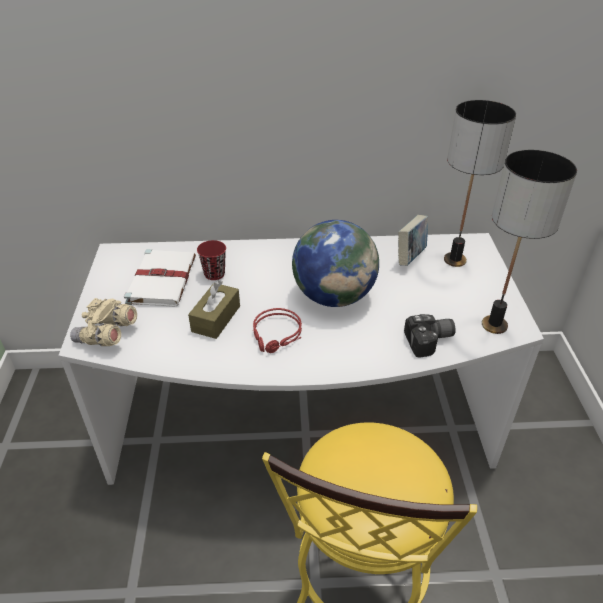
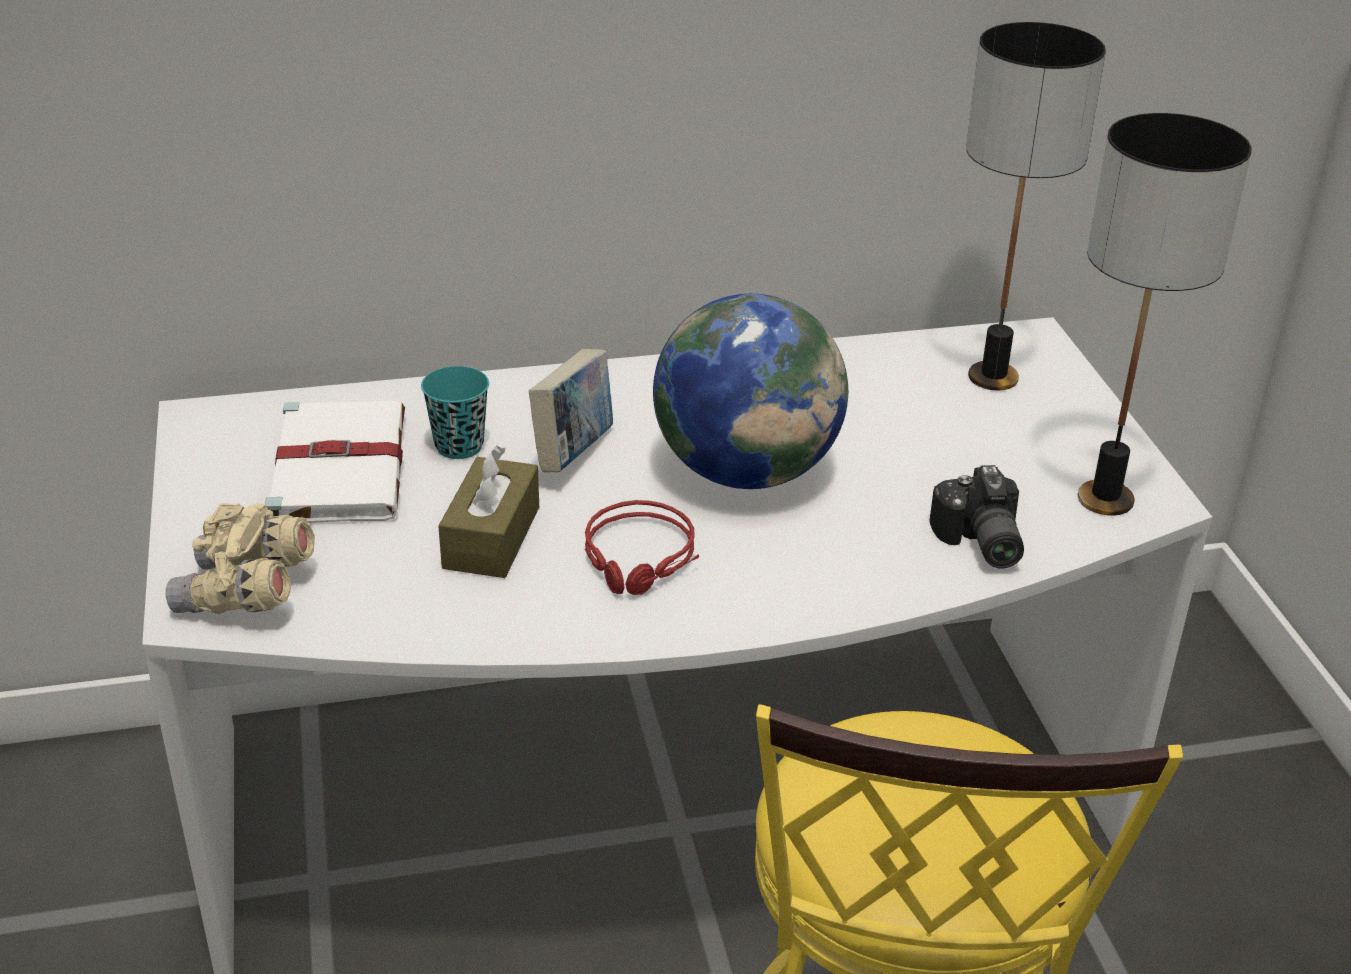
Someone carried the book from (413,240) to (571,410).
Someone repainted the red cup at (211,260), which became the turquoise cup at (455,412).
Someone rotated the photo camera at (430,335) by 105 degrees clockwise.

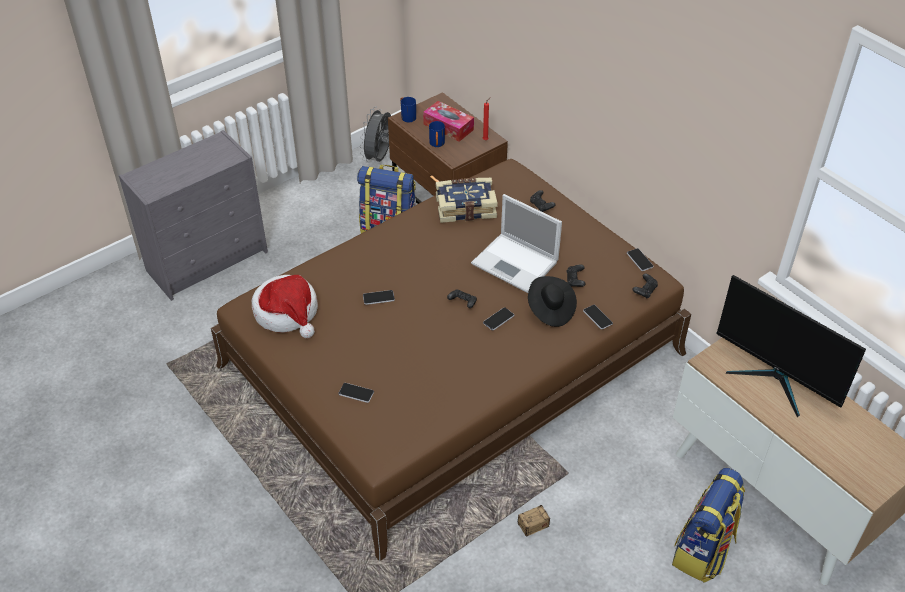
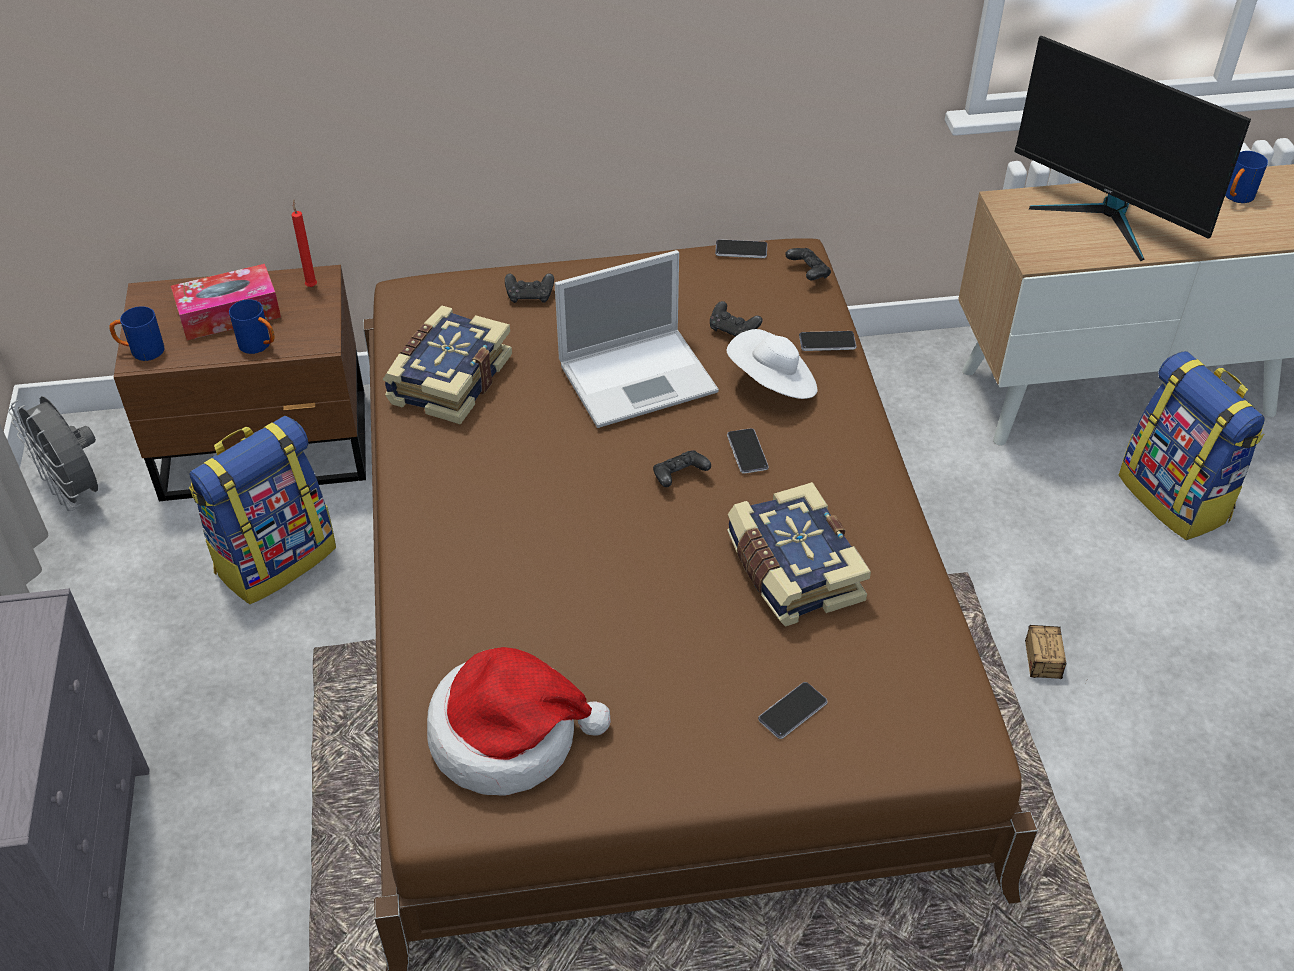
Someone rotated the monitor at (791,346) by 60 degrees clockwise.
Someone repainted the black hat at (552,301), which became the white hat at (772,364).
Someone took away the phone at (379,297).
Someone put down the blue mug at (1246,177).
Someone put down the book at (799,554).

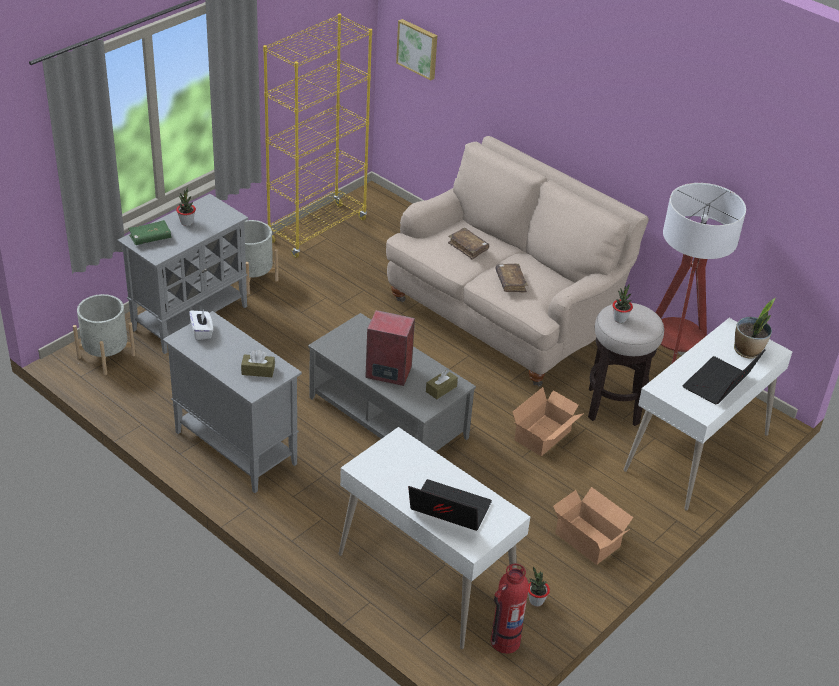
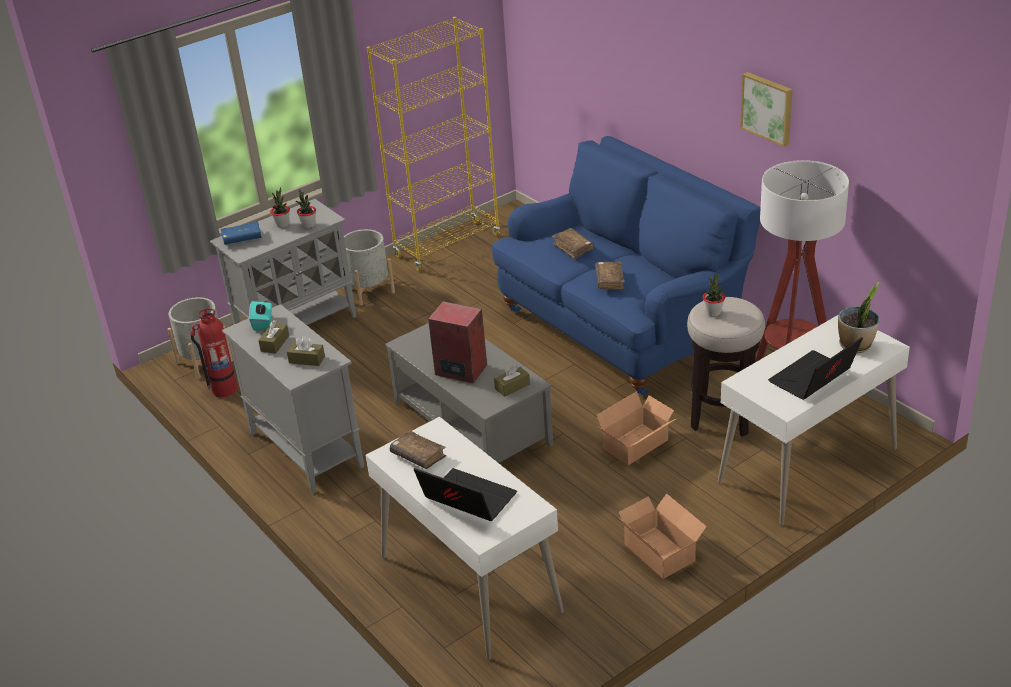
Someone carried the picture from (416,50) to (766,109).
Someone repainted the beige sofa at (517,261), which became the blue sofa at (626,265).
Someone repainted the green book at (149,232), which became the blue book at (241,233).
Someone repainted the white tissue box at (201,324), which became the turquoise tissue box at (260,316).
Someone carried the fire extinguisher from (510,609) to (214,352).
Someone carried the potted plant from (539,587) to (306,208).
Someone put down the brown tissue box at (273,337).
Someone put down the brown book at (418,449).

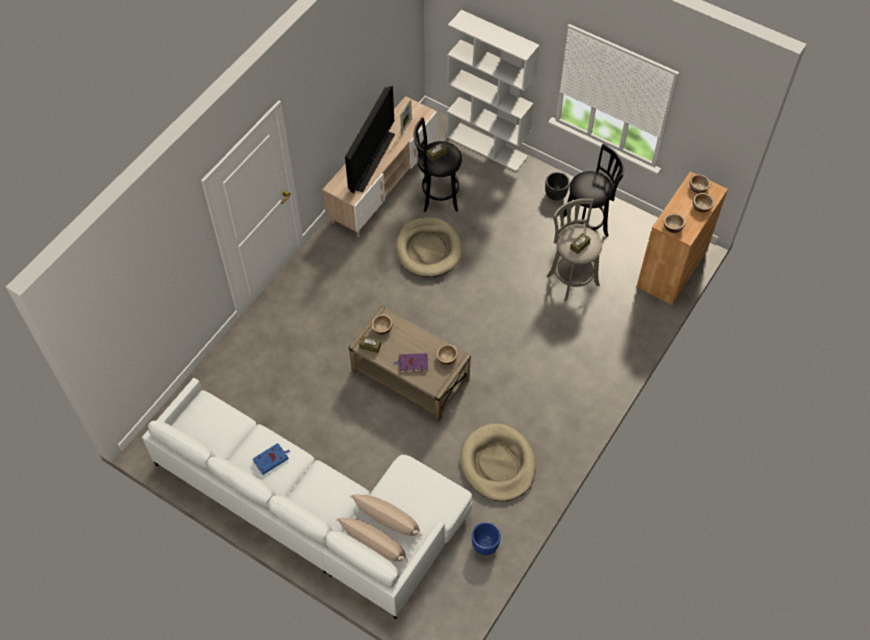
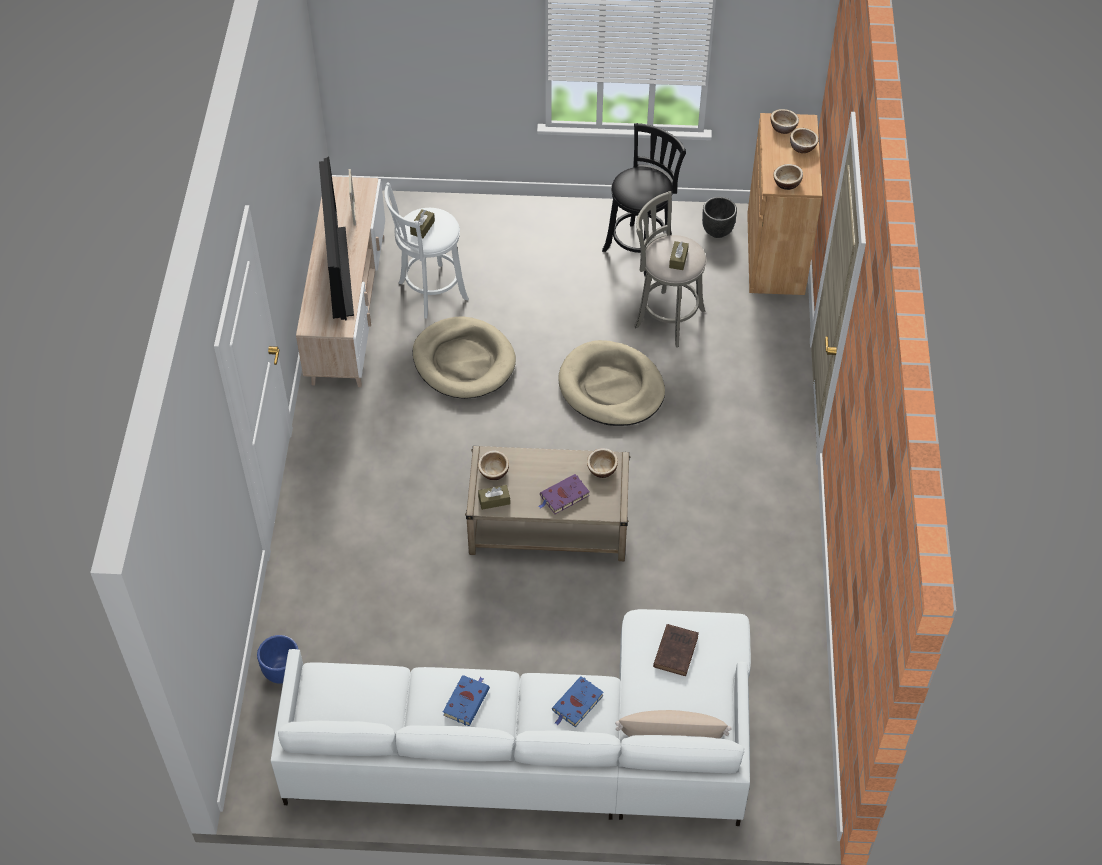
Someone took away the white bookcase at (493,91).
Someone repainted the black stool at (438,164), which became the white stool at (427,250).
Someone carried the black planter from (557,186) to (719,217).
Someone carried the beige dog bed from (498,462) to (611,383).
Someone took away the beige pillow at (386,515).
Someone carried the blue planter from (486,538) to (278,659).
Someone put down the brown book at (676,650).
Someone put down the blue book at (578,701).

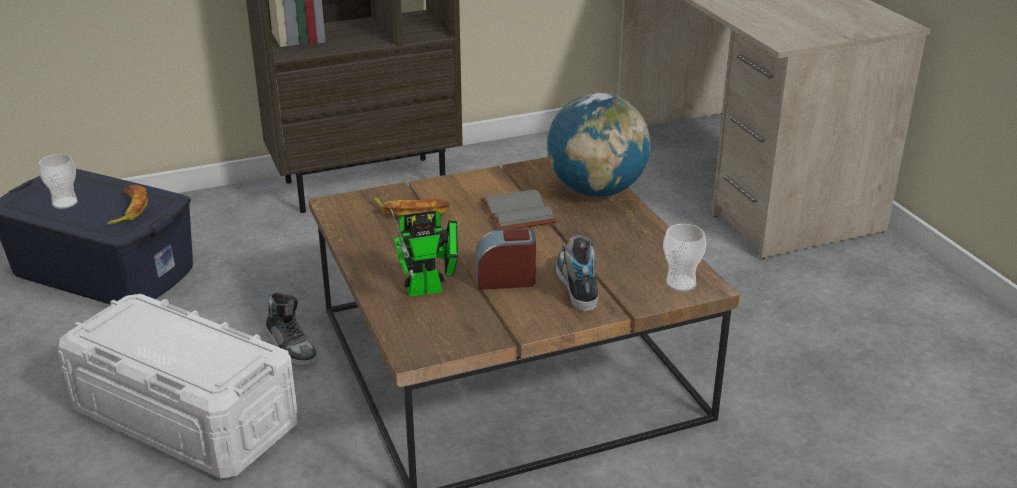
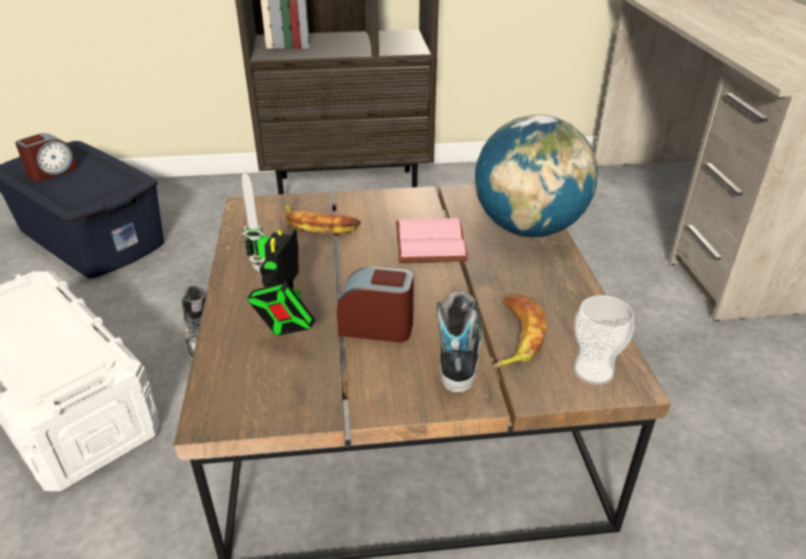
Someone swapped the cup at (58,181) for the alarm clock at (46,157).
Someone carried the banana from (127,205) to (520,331).
Someone repainted the grey book at (519,209), which became the pink book at (432,240).
Someone rotated the toy robot at (424,253) by 105 degrees clockwise.

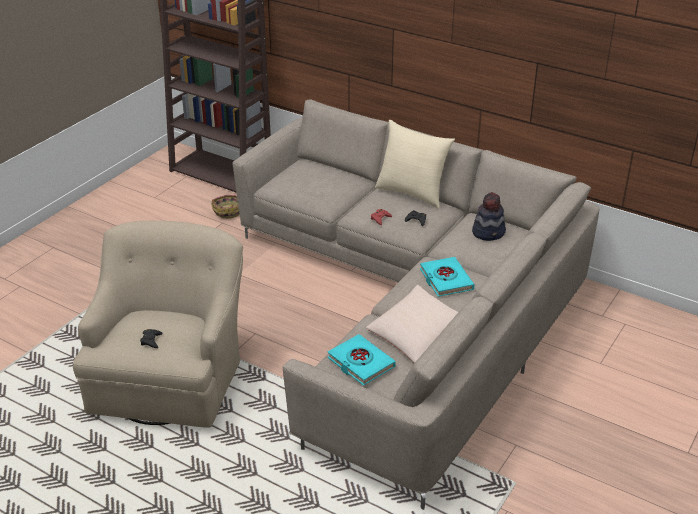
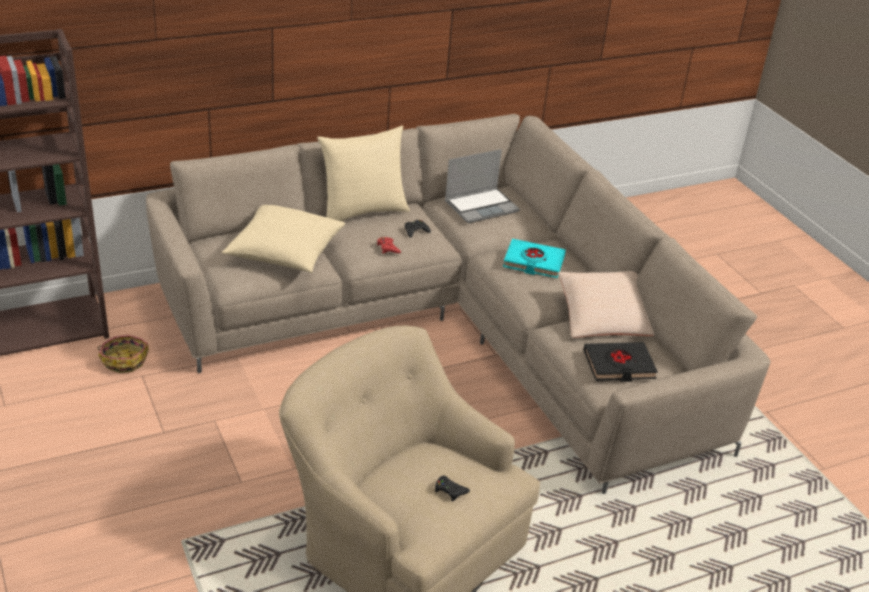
Someone swapped the hat at (489,216) for the laptop at (482,186).
Someone repainted the turquoise book at (362,360), which became the black book at (621,362).
Someone put down the beige pillow at (283,239).

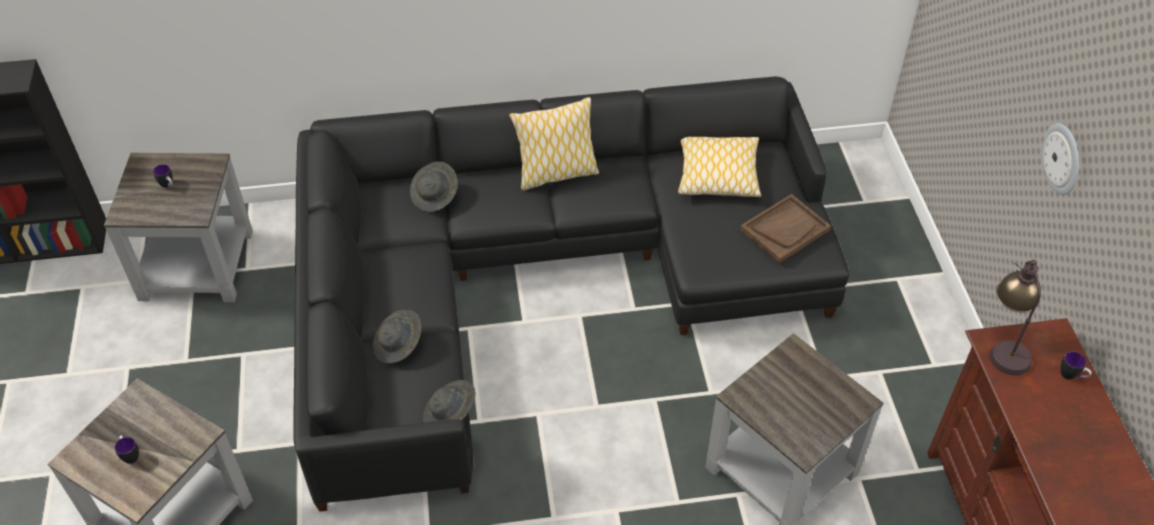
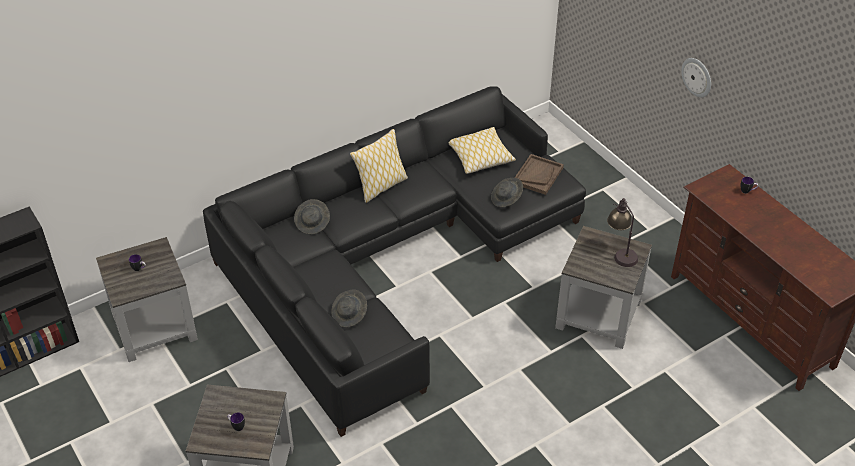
Someone carried the table lamp from (1015,318) to (622,232).
Someone carried the grey hat from (449,401) to (507,192).

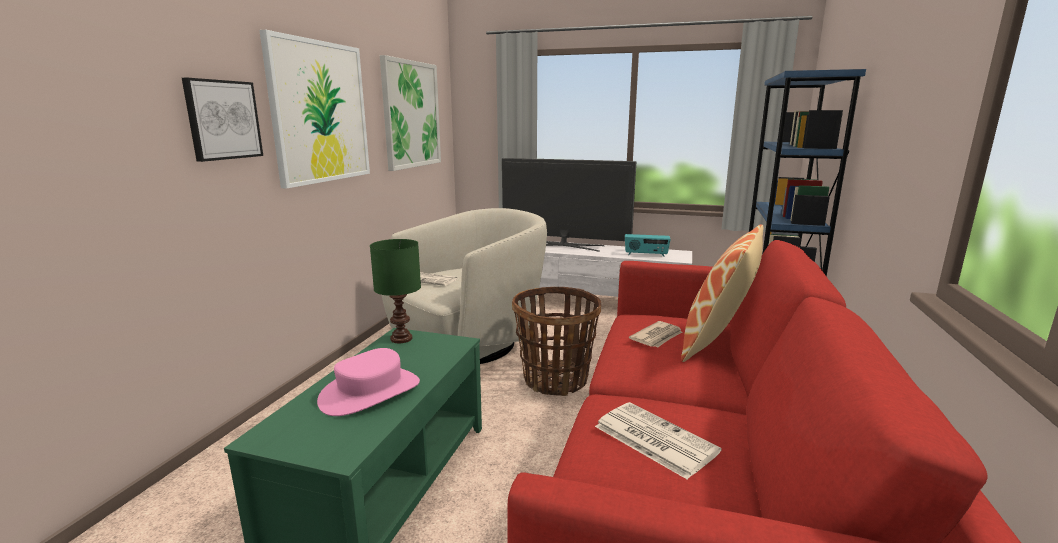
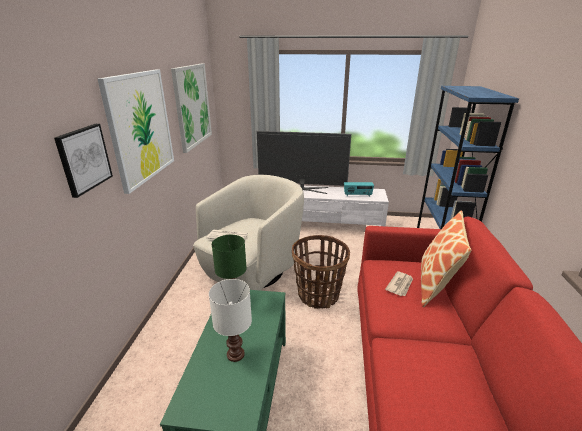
Someone swapped the pink hat at (368,382) for the white table lamp at (230,320).
Someone took away the newspaper at (658,440).

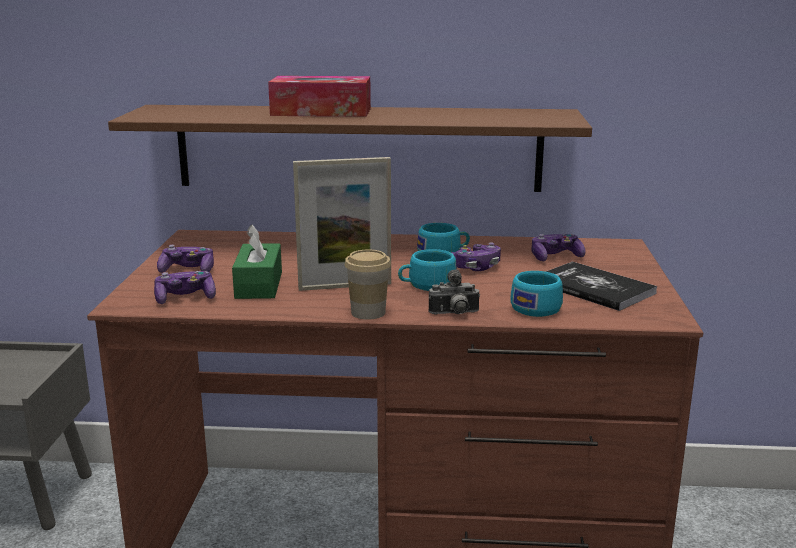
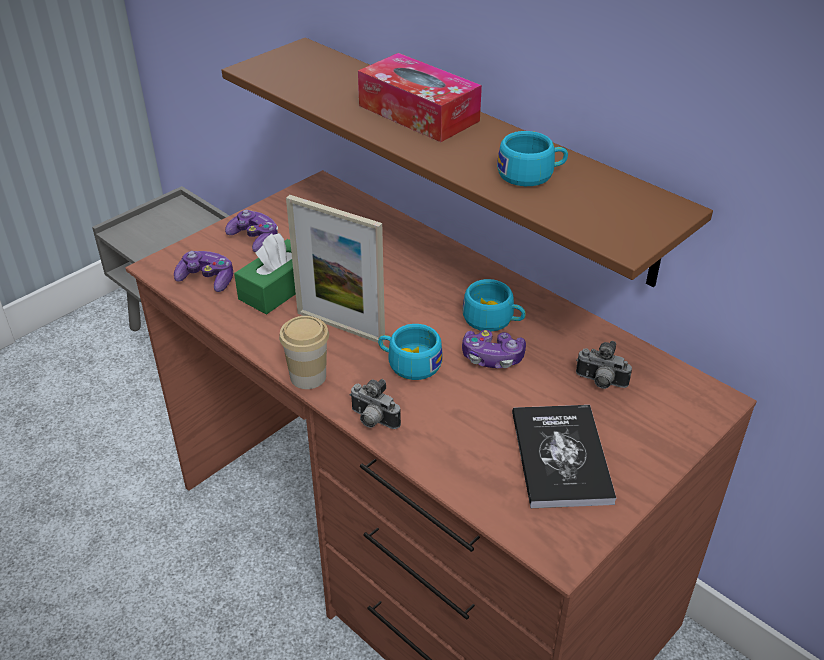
Someone swapped the game controller at (559,247) for the photo camera at (604,365).
Someone carried the turquoise cup from (536,294) to (532,158).

